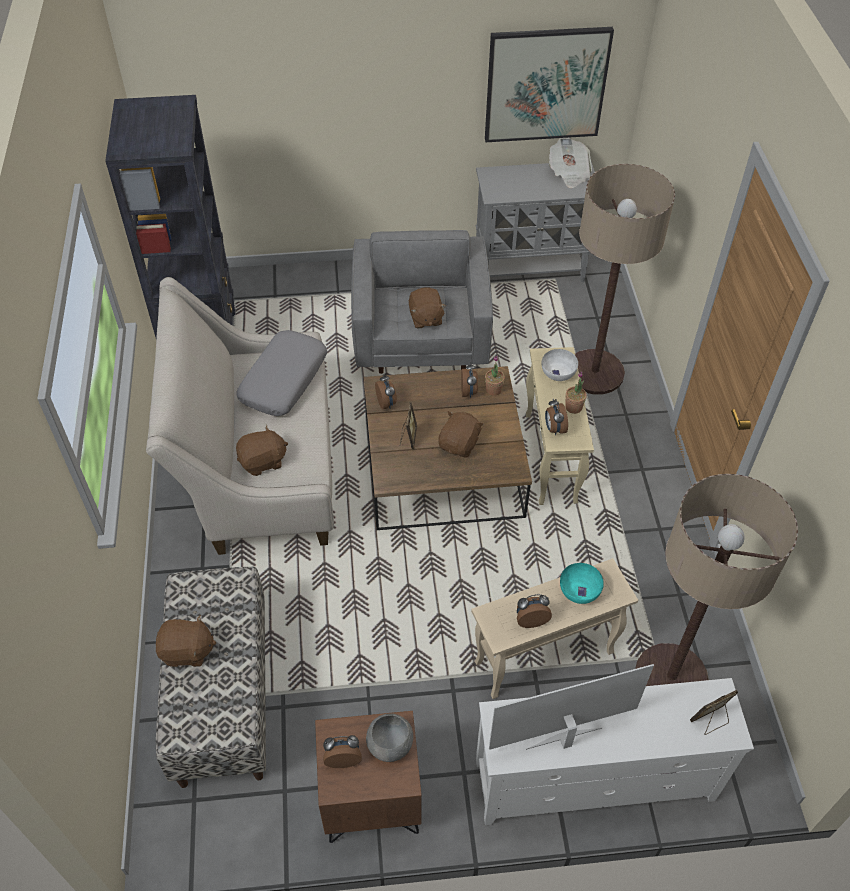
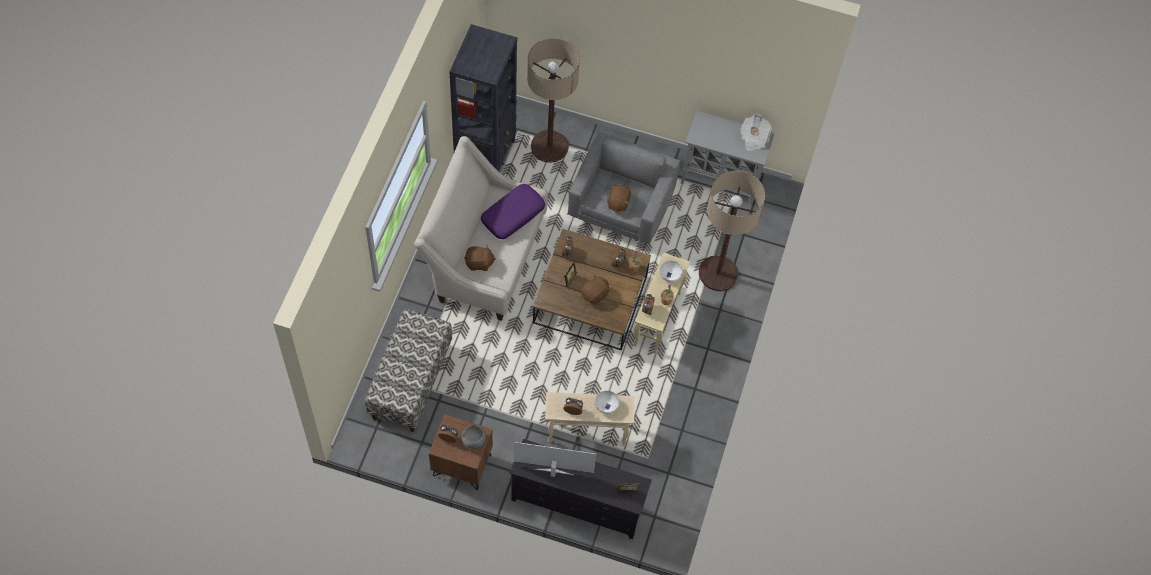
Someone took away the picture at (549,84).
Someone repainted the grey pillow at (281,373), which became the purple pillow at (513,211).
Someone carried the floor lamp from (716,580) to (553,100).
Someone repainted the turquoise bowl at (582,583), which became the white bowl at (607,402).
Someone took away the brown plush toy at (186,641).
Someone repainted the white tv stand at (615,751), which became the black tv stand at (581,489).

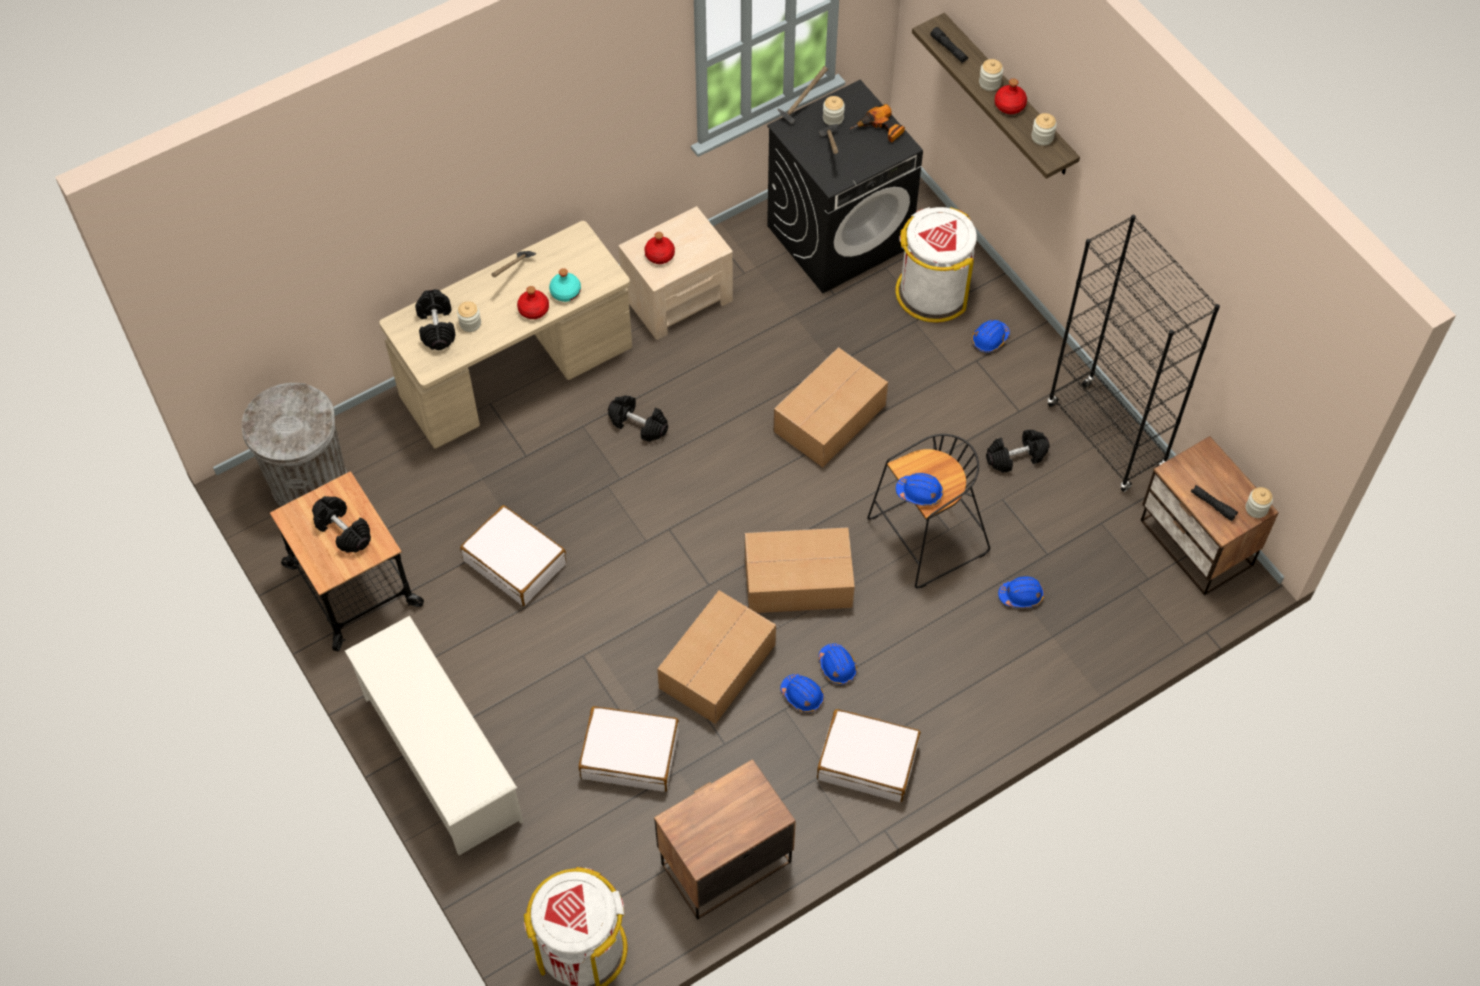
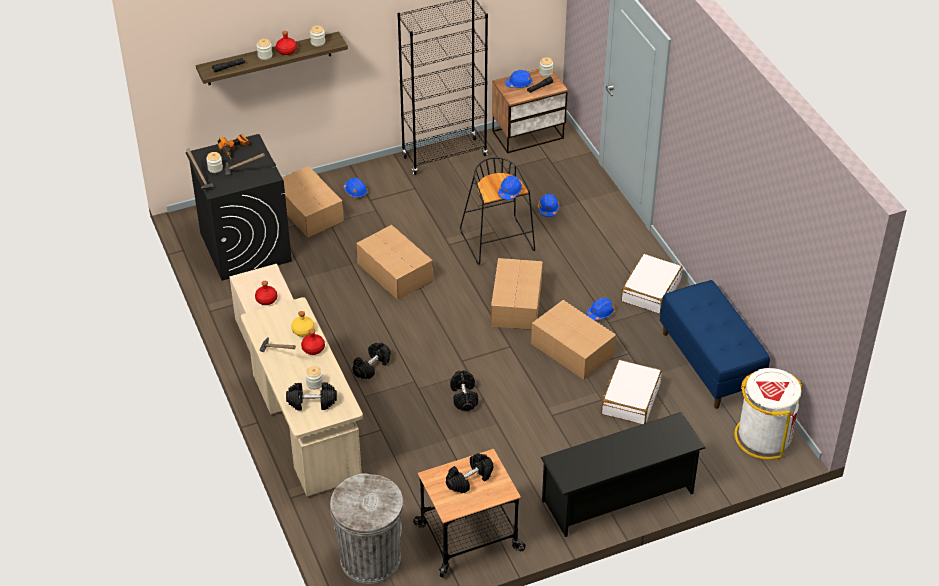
Someone swapped the white trash can at (936,265) for the cardboard box at (313,202).
Someone repainted the turquoise bottle at (565,285), which became the yellow bottle at (303,324).
Someone carried the black dumbbell from (1018,451) to (464,390).
Someone took away the white suitcase at (513,555).
Someone repainted the white shoe rack at (434,735), which became the black shoe rack at (622,474).
Someone carried the blue hard hat from (838,664) to (519,79).
Someone swapped the nightstand at (725,839) for the blue bench at (715,344).

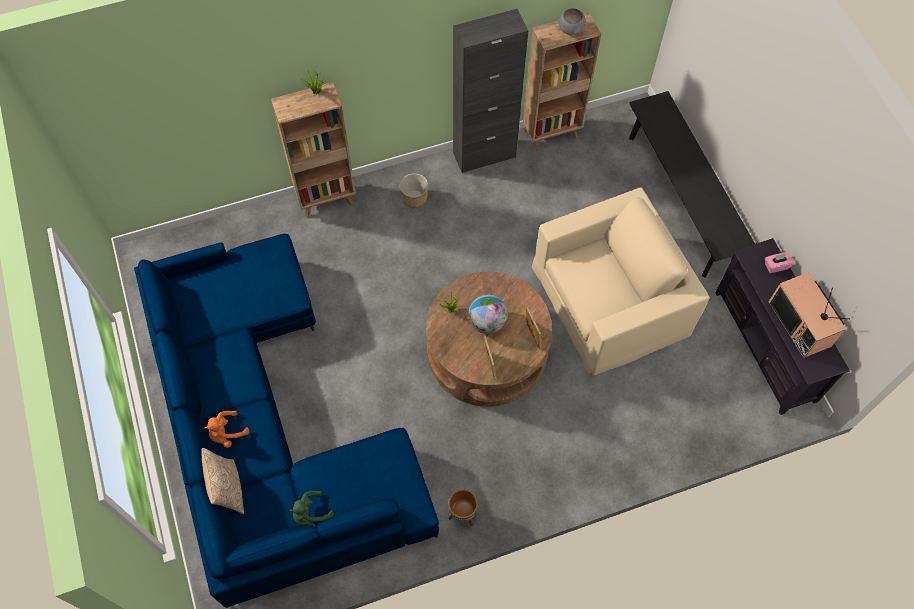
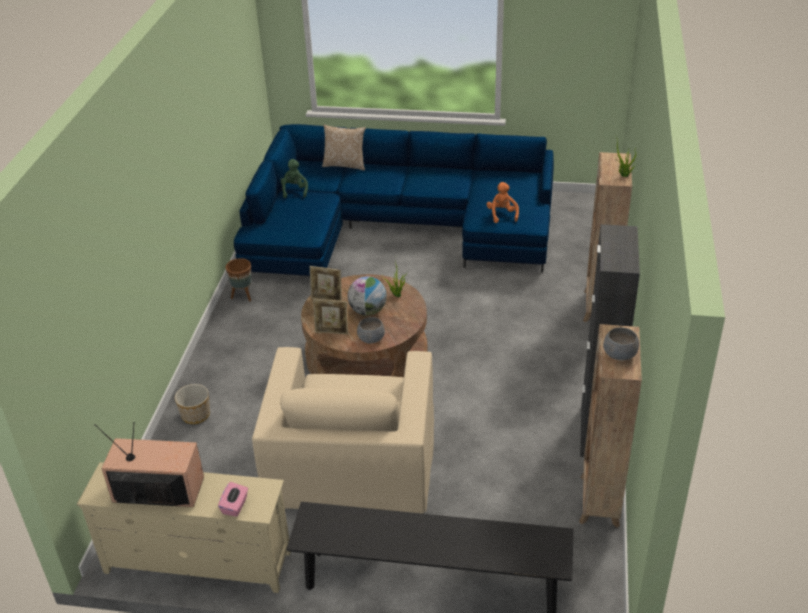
Someone carried the planter from (414,190) to (192,404).
Someone repainted the black tv stand at (782,326), which became the beige tv stand at (184,527).
Someone carried the orange plush toy from (227,429) to (502,202).
Someone put down the grey bowl at (371,330).

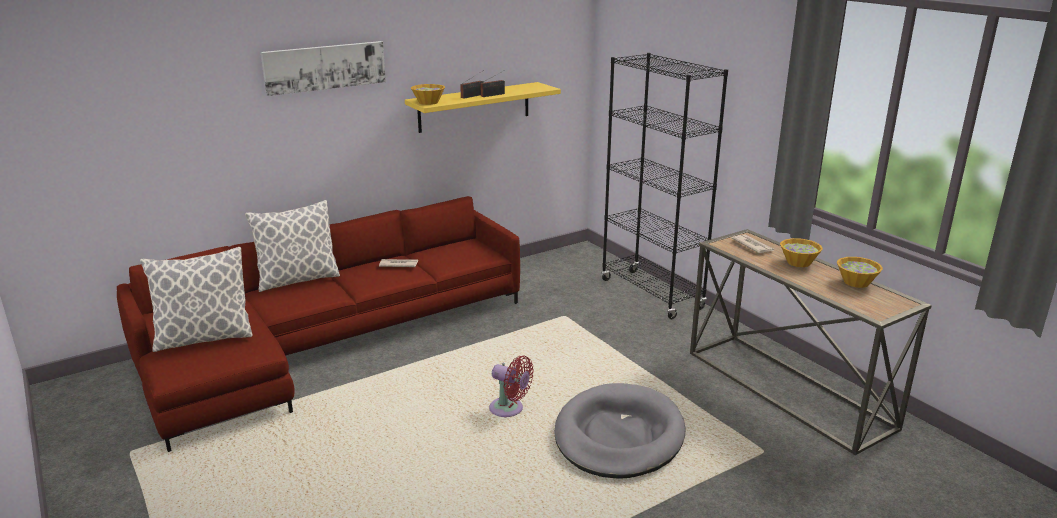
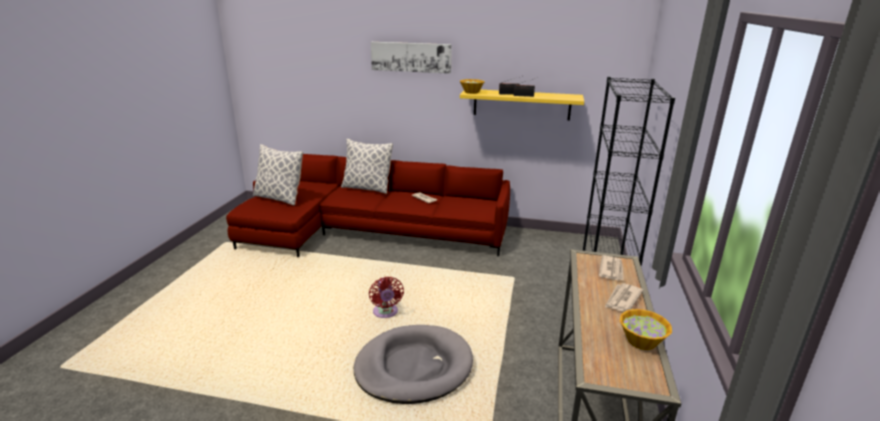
Someone swapped the bowl at (801,252) for the newspaper at (624,297).

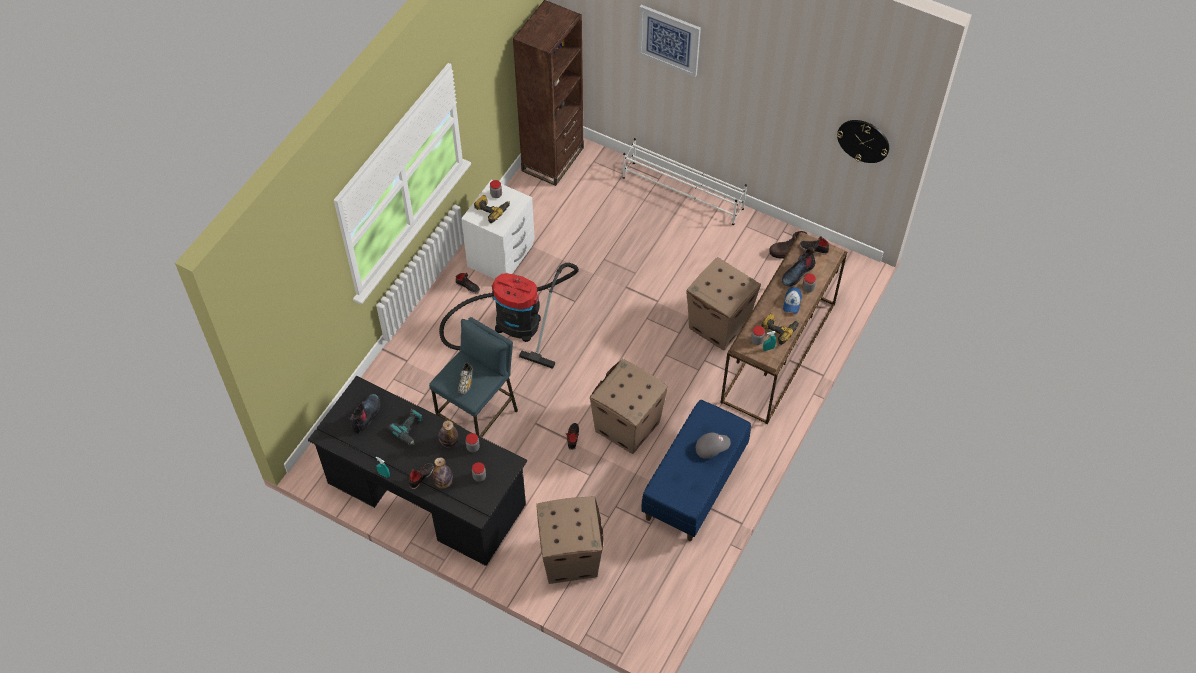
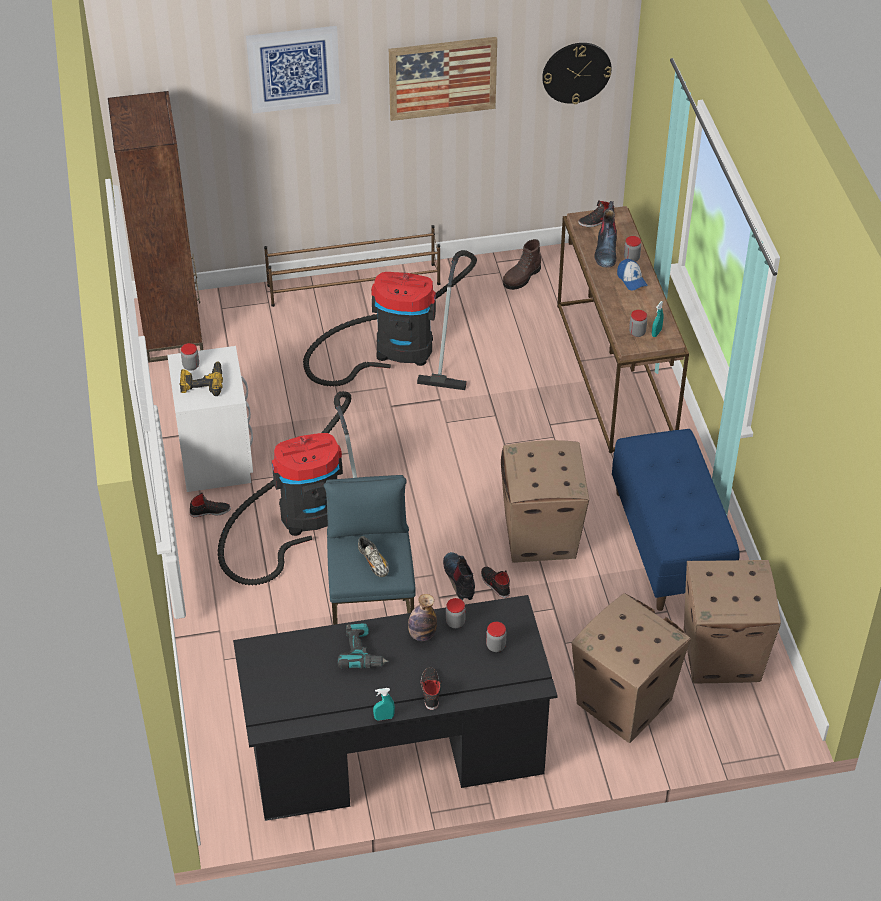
Someone repainted the white shoe rack at (685,181), which became the brown shoe rack at (352,266).
Someone carried the cardboard box from (723,303) to (732,622).
Someone took away the power drill at (780,329).
Someone carried the boot from (364,413) to (459,576).
Someone took away the grey cap at (713,445).
Someone took away the bottle at (442,473).
Someone put up the picture at (443,79).
Someone put down the vacuum cleaner at (390,320).

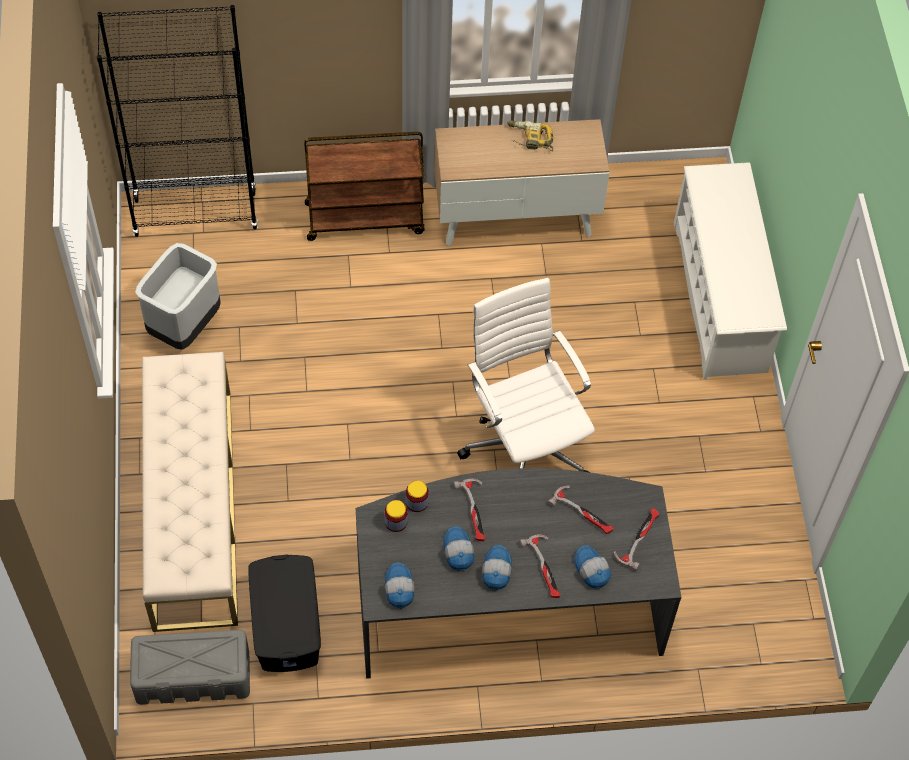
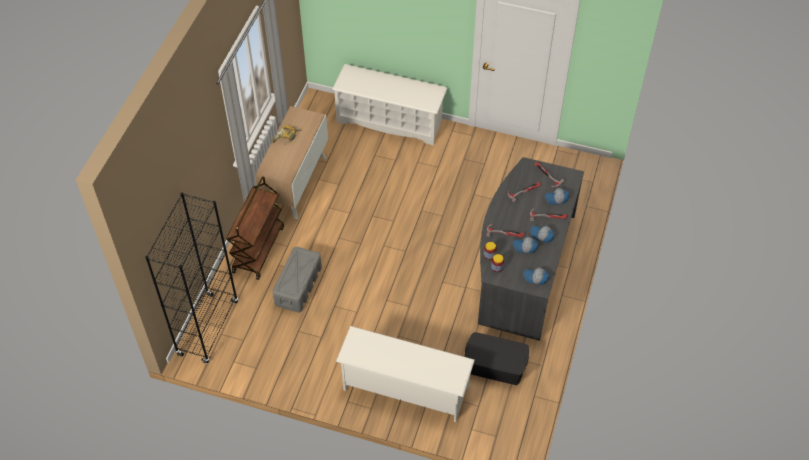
Someone took away the grey trash can at (178,296).
Someone took away the white office chair at (526,375).
Someone swapped the beige bench at (190,492) for the white shoe rack at (405,374).
Someone carried the grey storage box from (190,667) to (297,280).

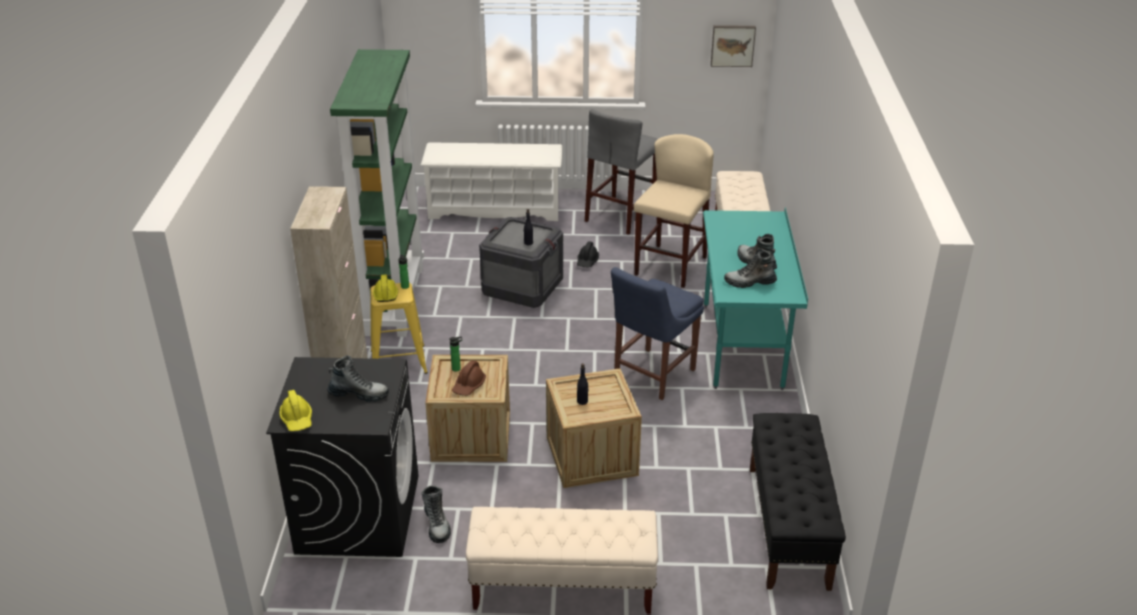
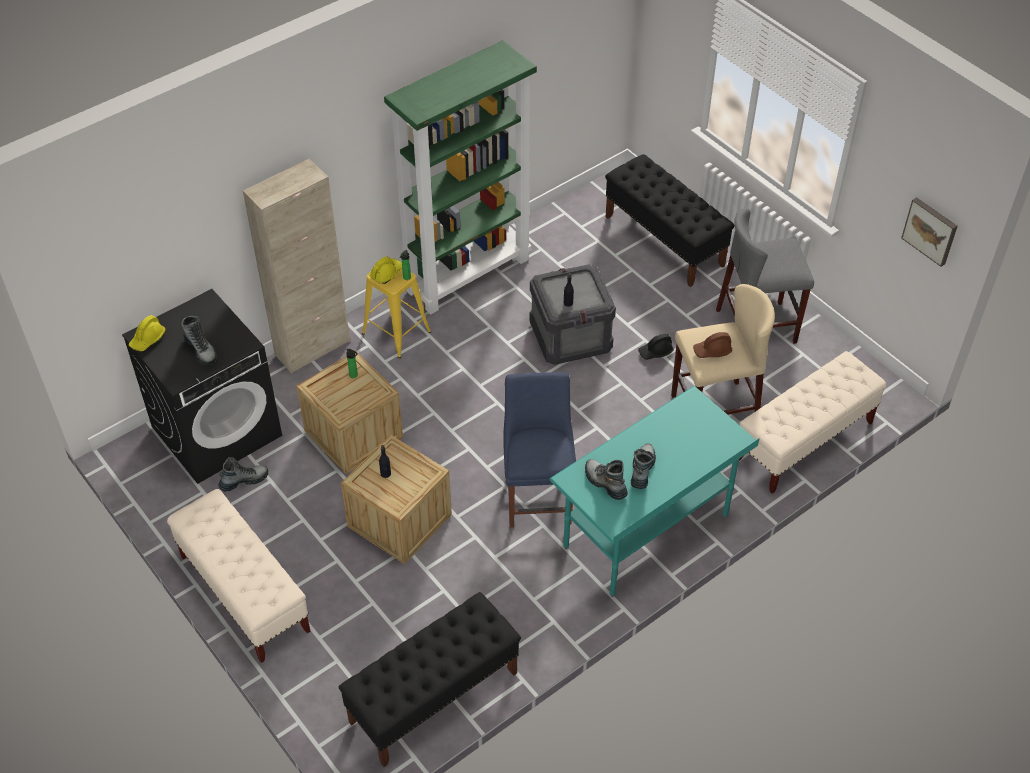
Someone swapped the white shoe rack at (492,181) for the black bench at (669,220).
Someone rotated the blue chair at (657,333) by 90 degrees clockwise.
Someone carried the brown hard hat from (469,378) to (712,345).
Someone rotated the boot at (436,514) by 150 degrees counterclockwise.

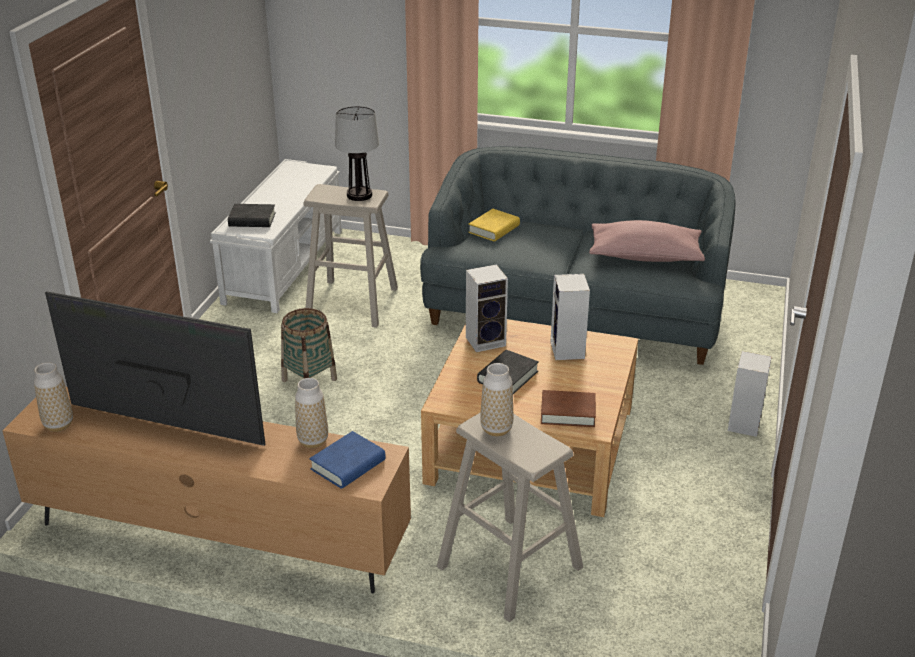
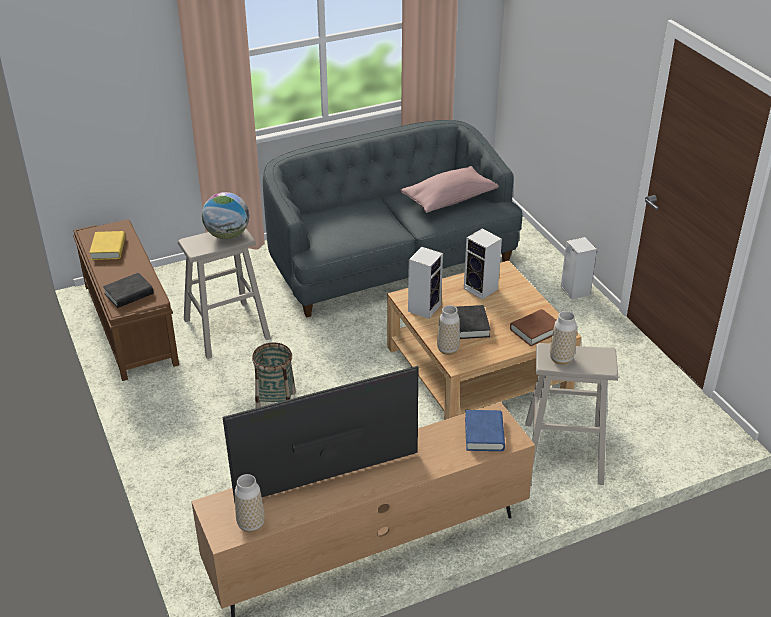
Someone swapped the table lamp at (357,153) for the globe at (225,215).
Someone repainted the white bench at (276,236), which became the brown bench at (126,300).
Someone carried the yellow book from (494,225) to (107,245).
Someone carried the vase from (311,413) to (448,330).

